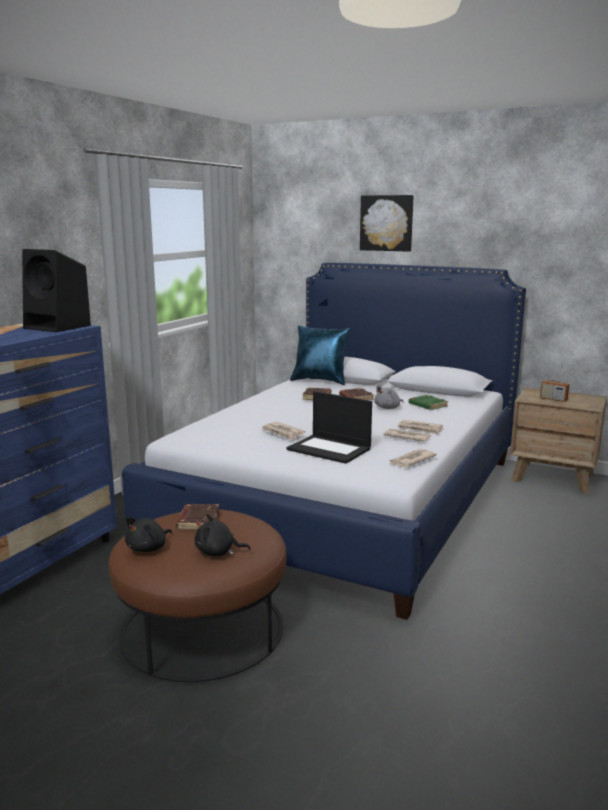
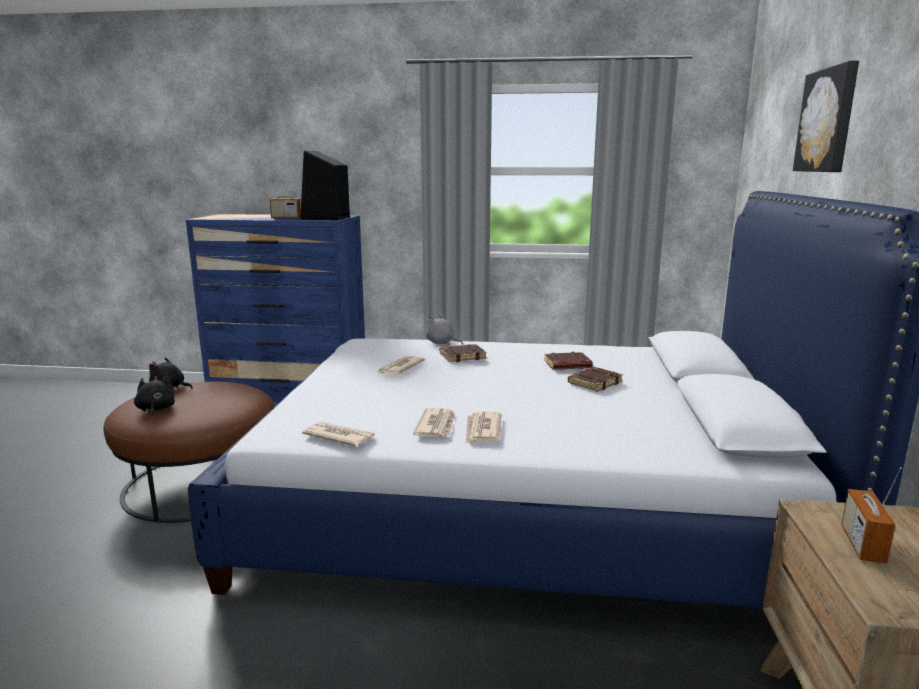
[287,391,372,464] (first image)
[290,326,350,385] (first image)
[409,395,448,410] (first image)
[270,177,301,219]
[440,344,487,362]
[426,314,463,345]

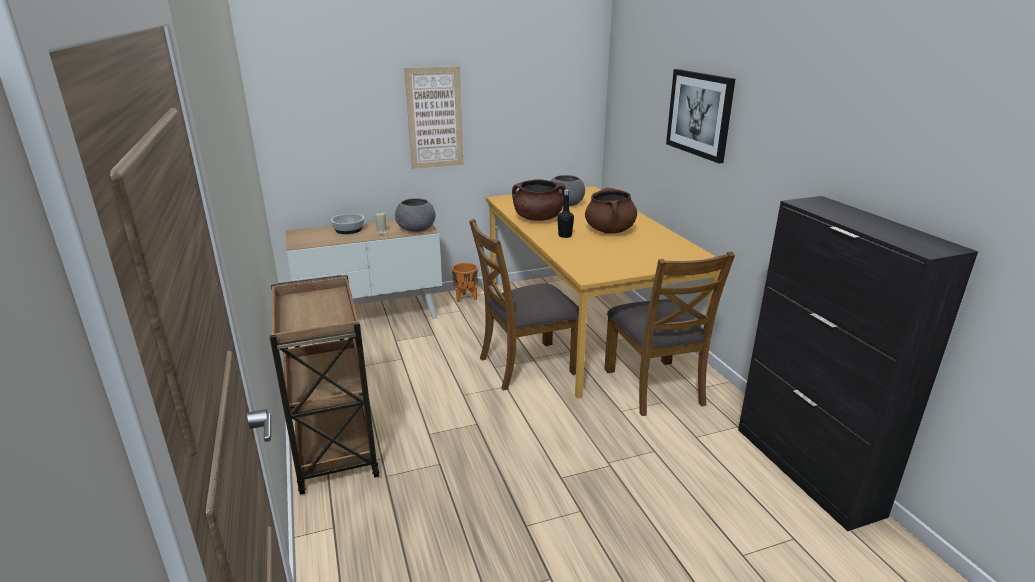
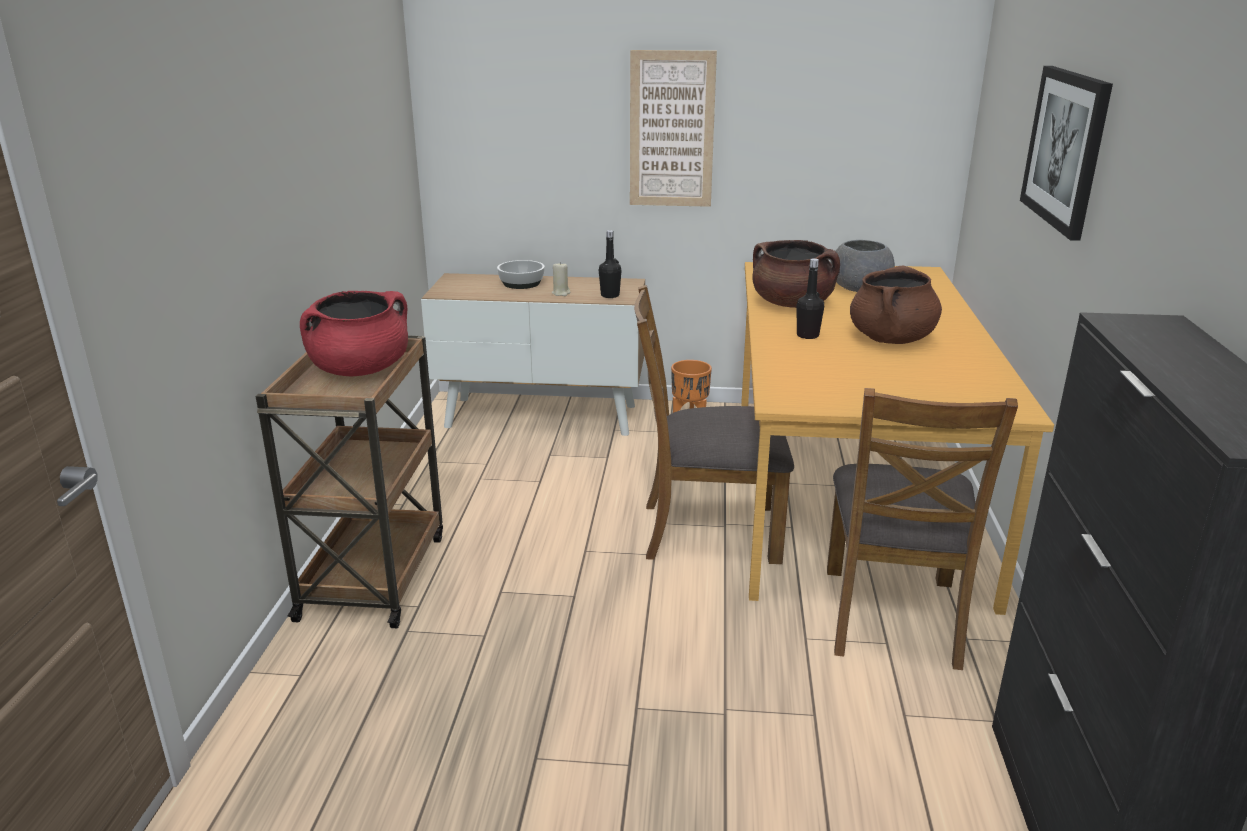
[300,291,408,376]
[599,230,622,298]

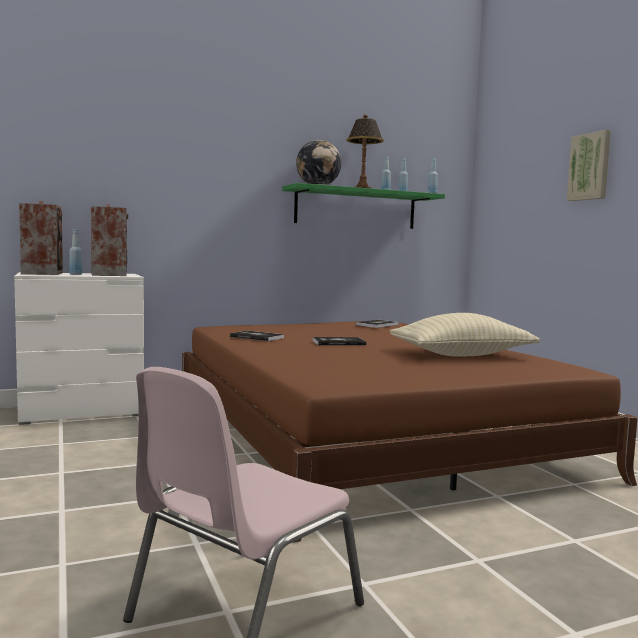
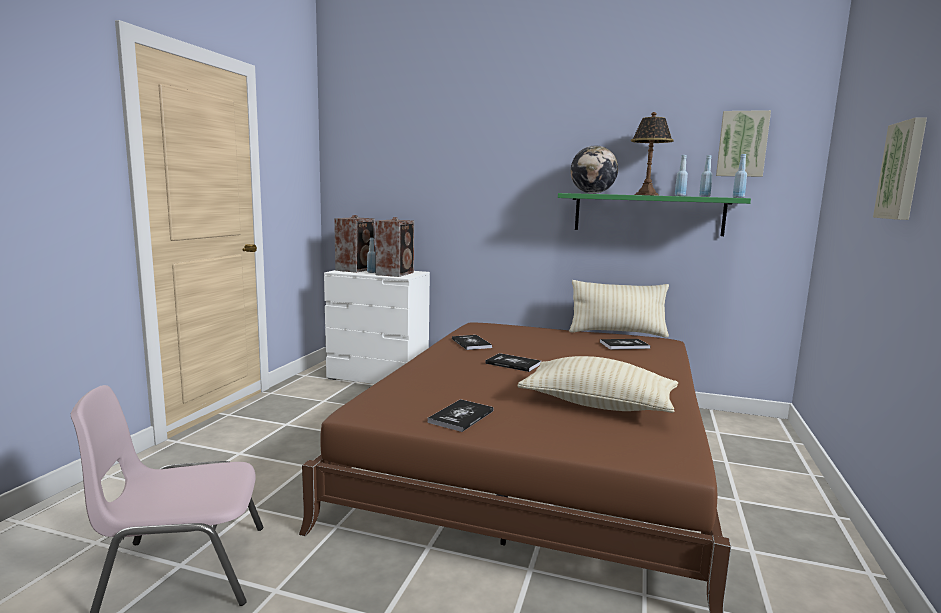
[427,399,494,432]
[569,280,669,337]
[716,110,771,177]

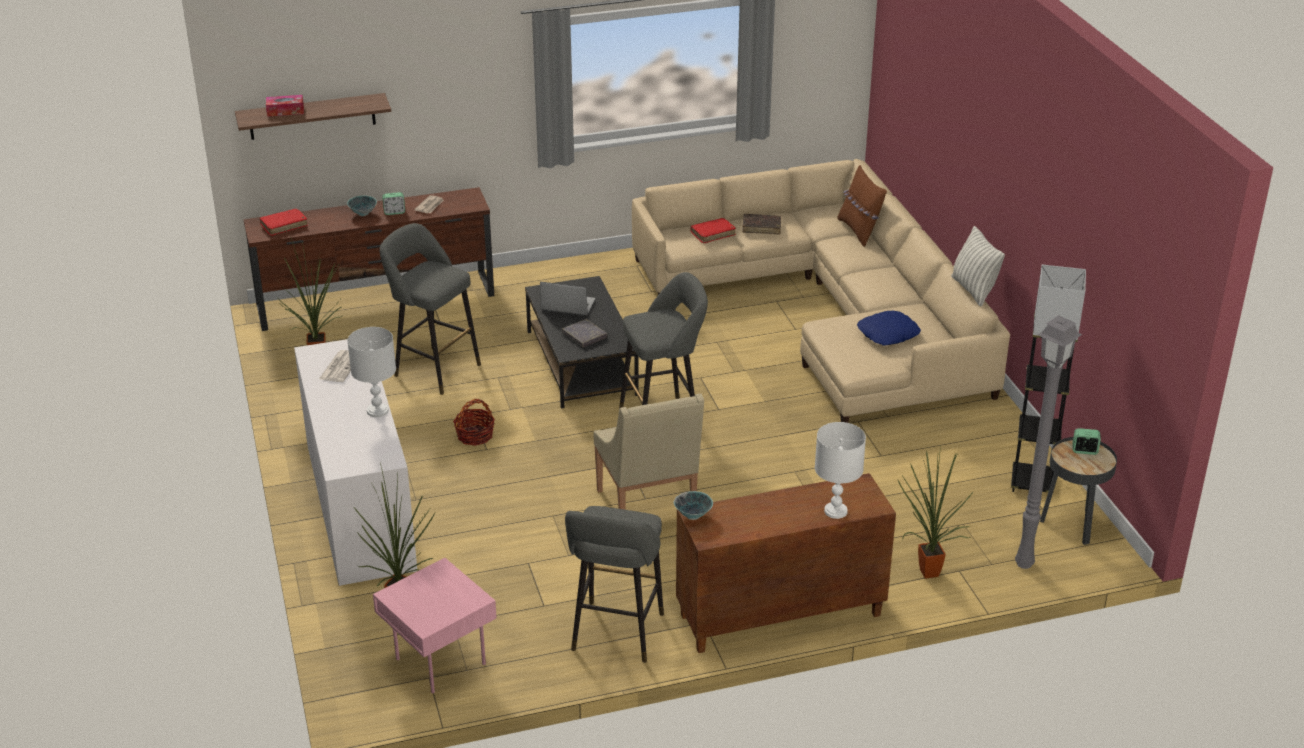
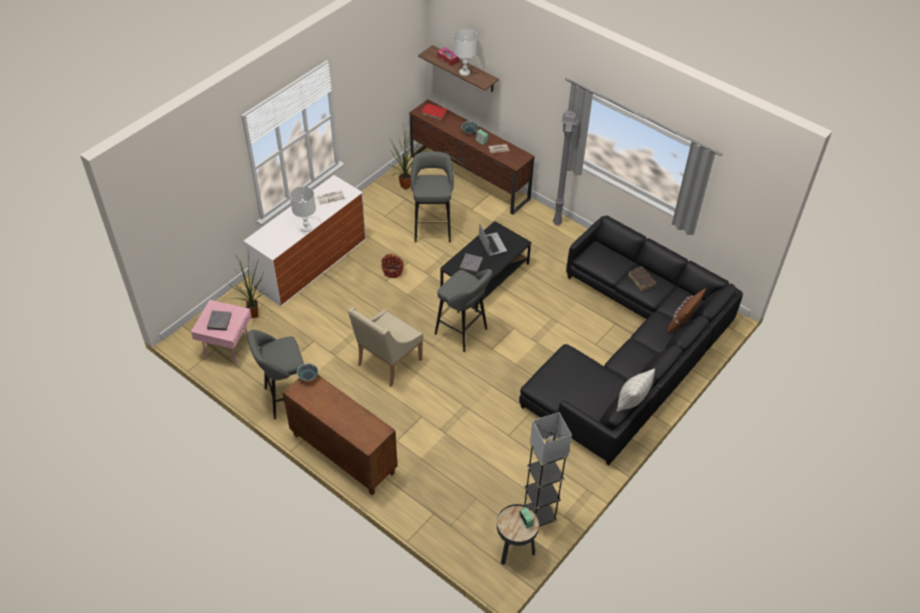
[690,218,736,244] (first image)
[857,311,921,346] (first image)
[897,446,974,579] (first image)
[207,311,231,331]
[454,29,477,76]
[553,110,578,225]
[519,215,743,465]

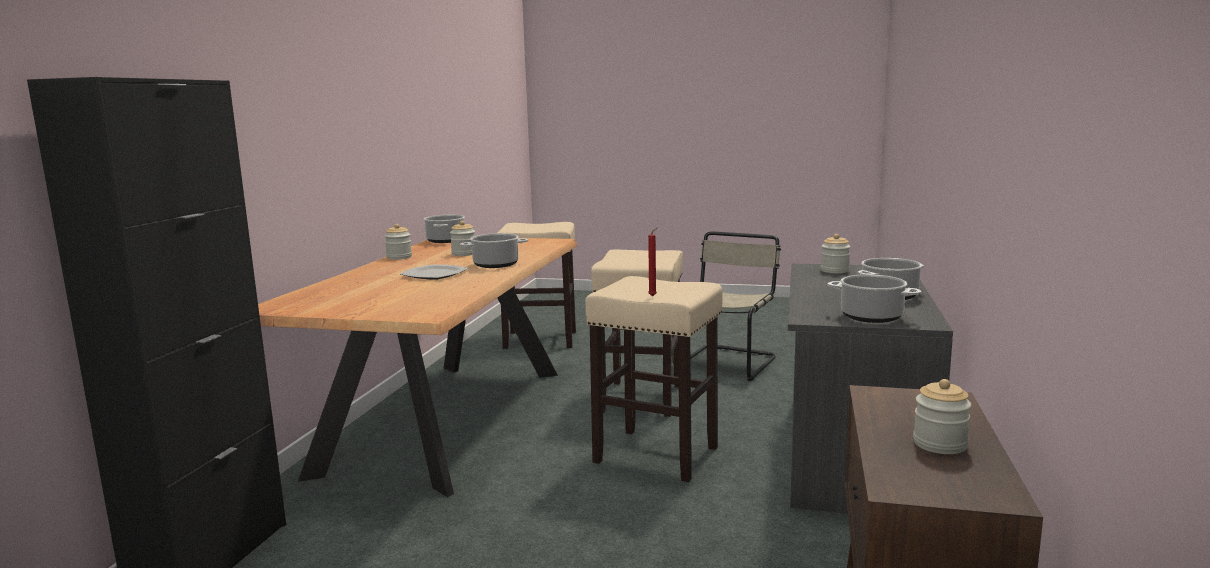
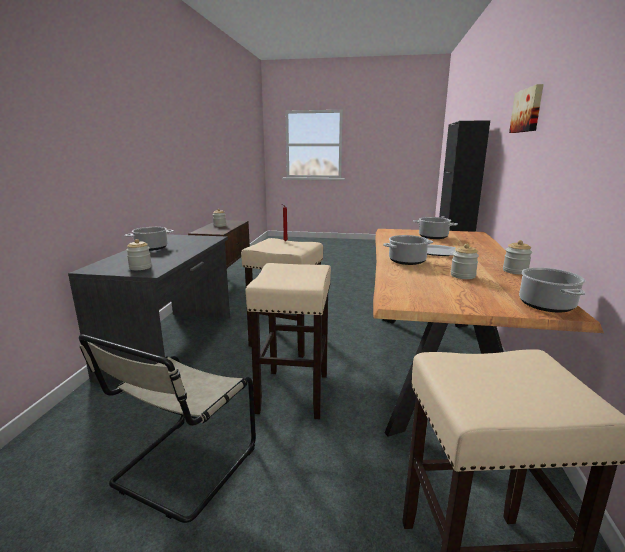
[509,84,544,133]
[413,217,458,239]

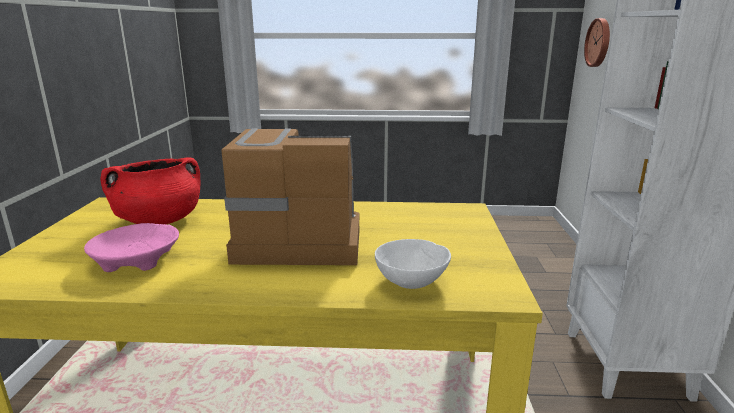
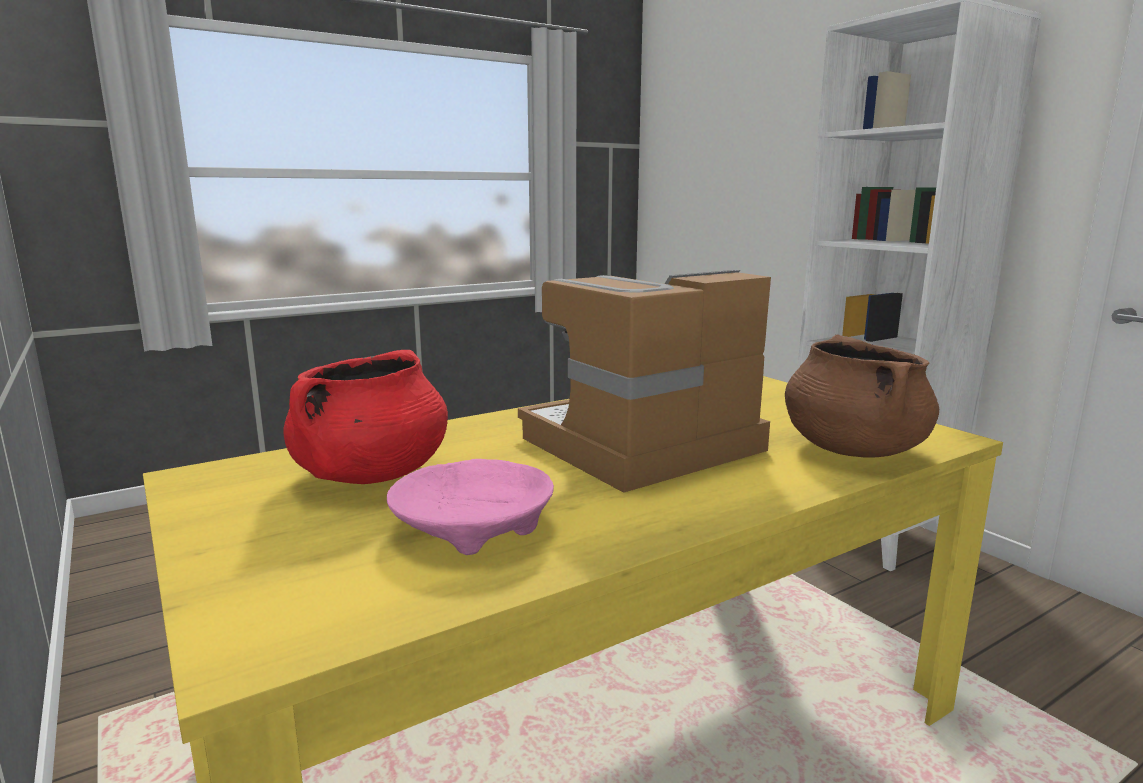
[584,18,610,67] (first image)
[785,335,939,458]

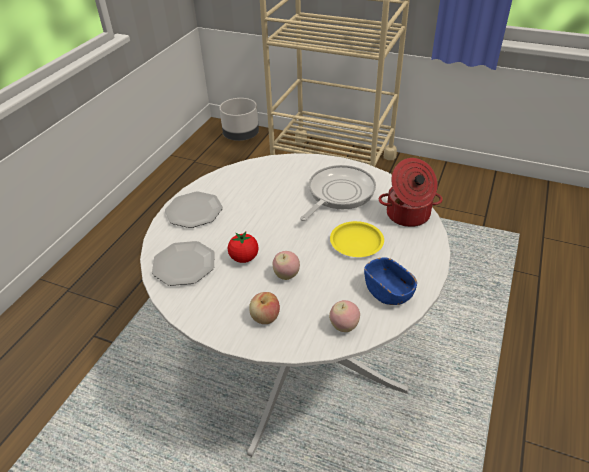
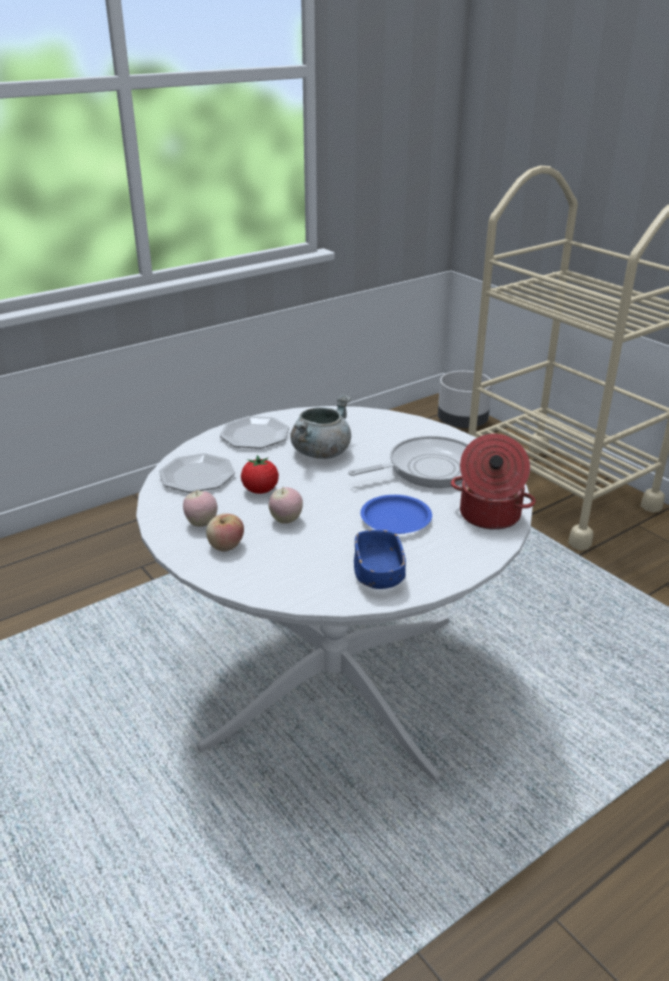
[290,394,351,459]
[183,491,217,527]
[360,495,432,534]

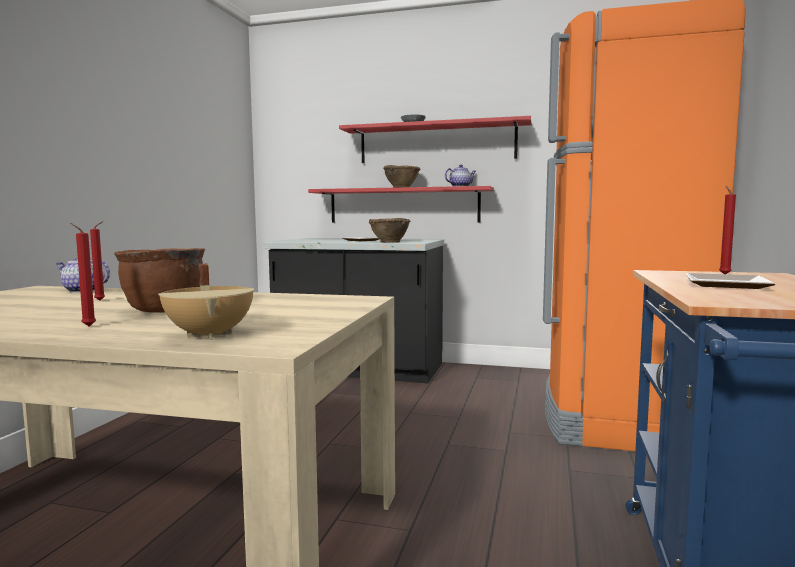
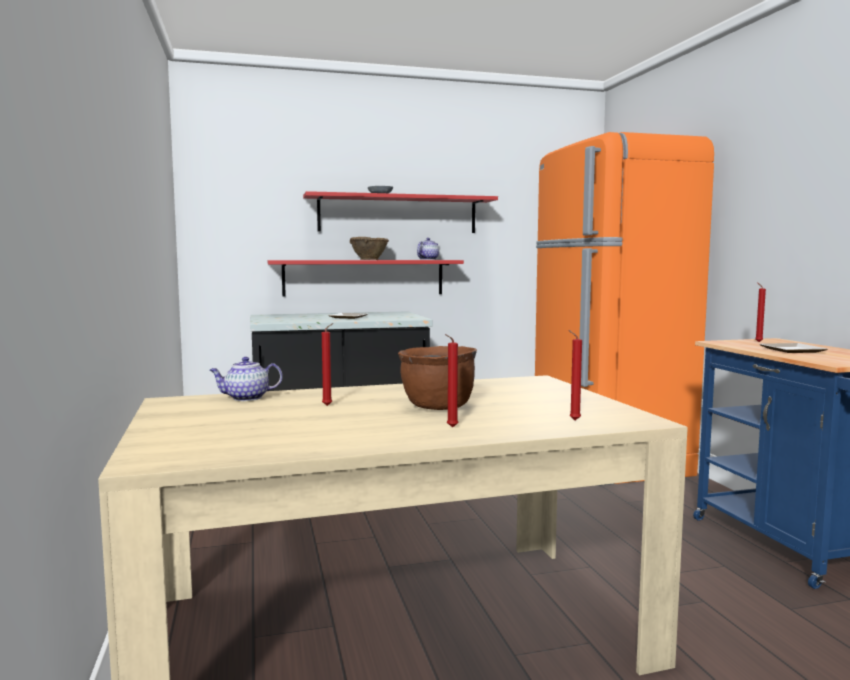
[369,218,410,242] (first image)
[568,330,582,420]

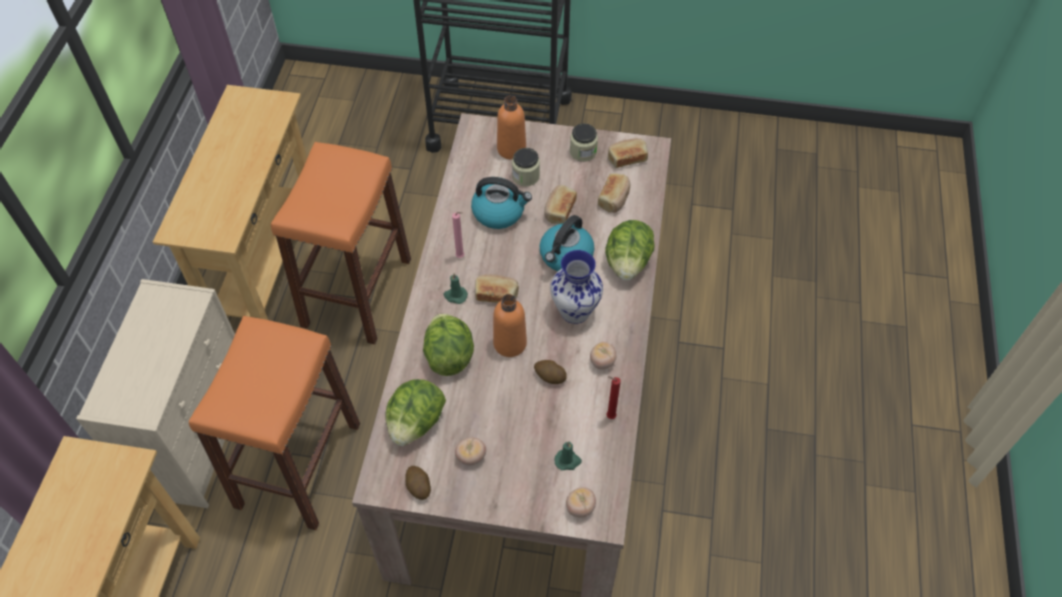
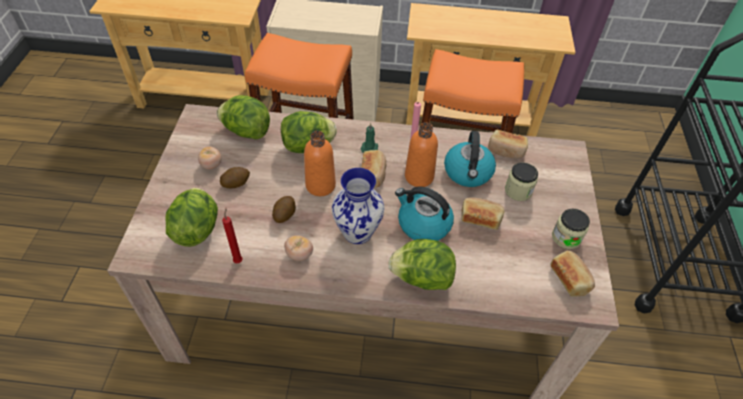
[566,487,596,518] (first image)
[220,167,250,188]
[405,122,438,187]
[488,130,528,158]
[166,188,218,247]

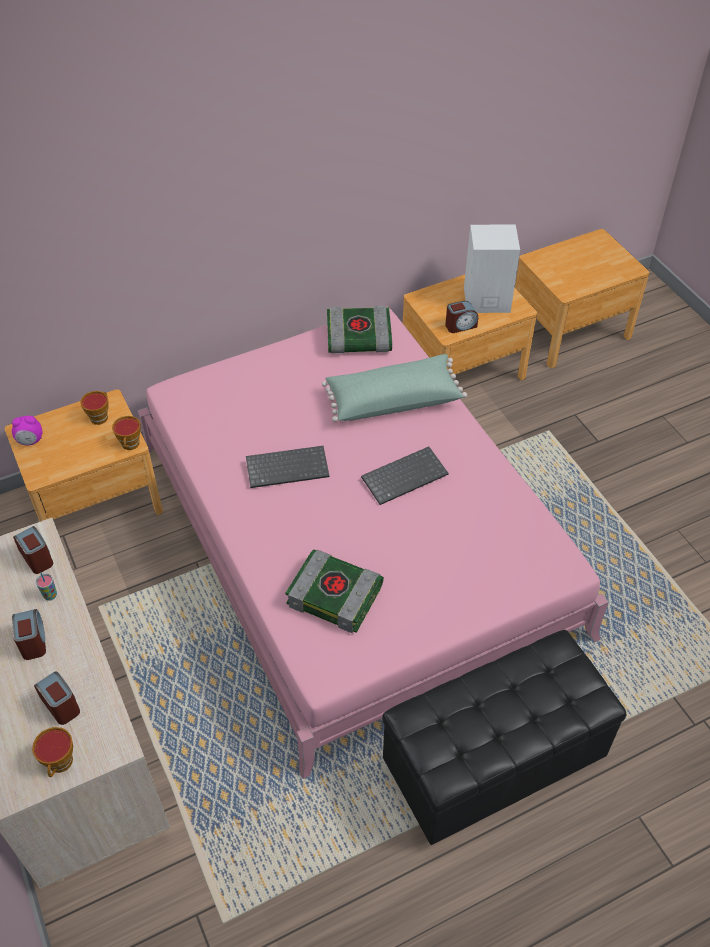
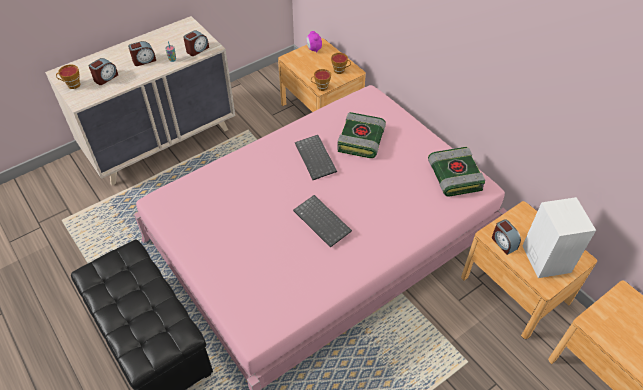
[322,354,467,422] (first image)
[337,112,386,158]

